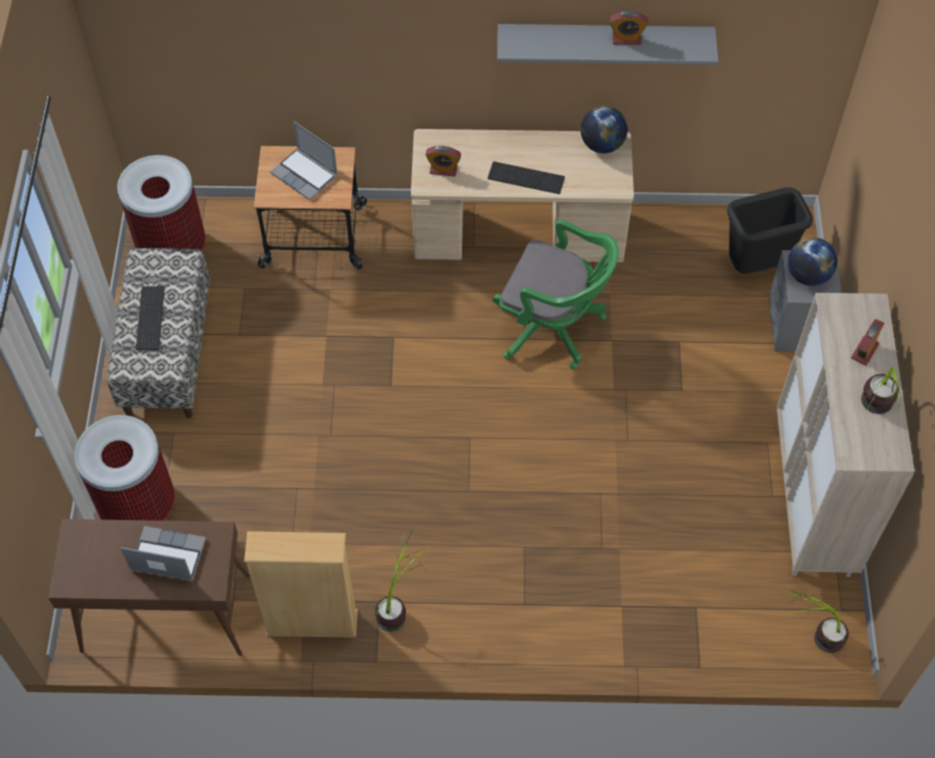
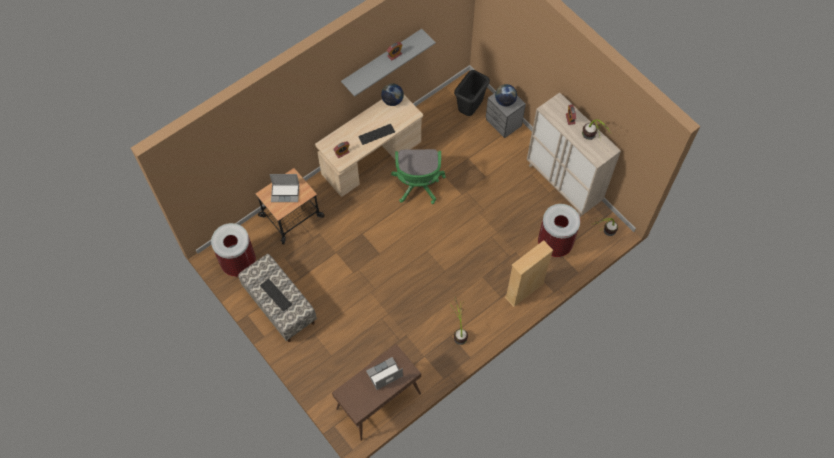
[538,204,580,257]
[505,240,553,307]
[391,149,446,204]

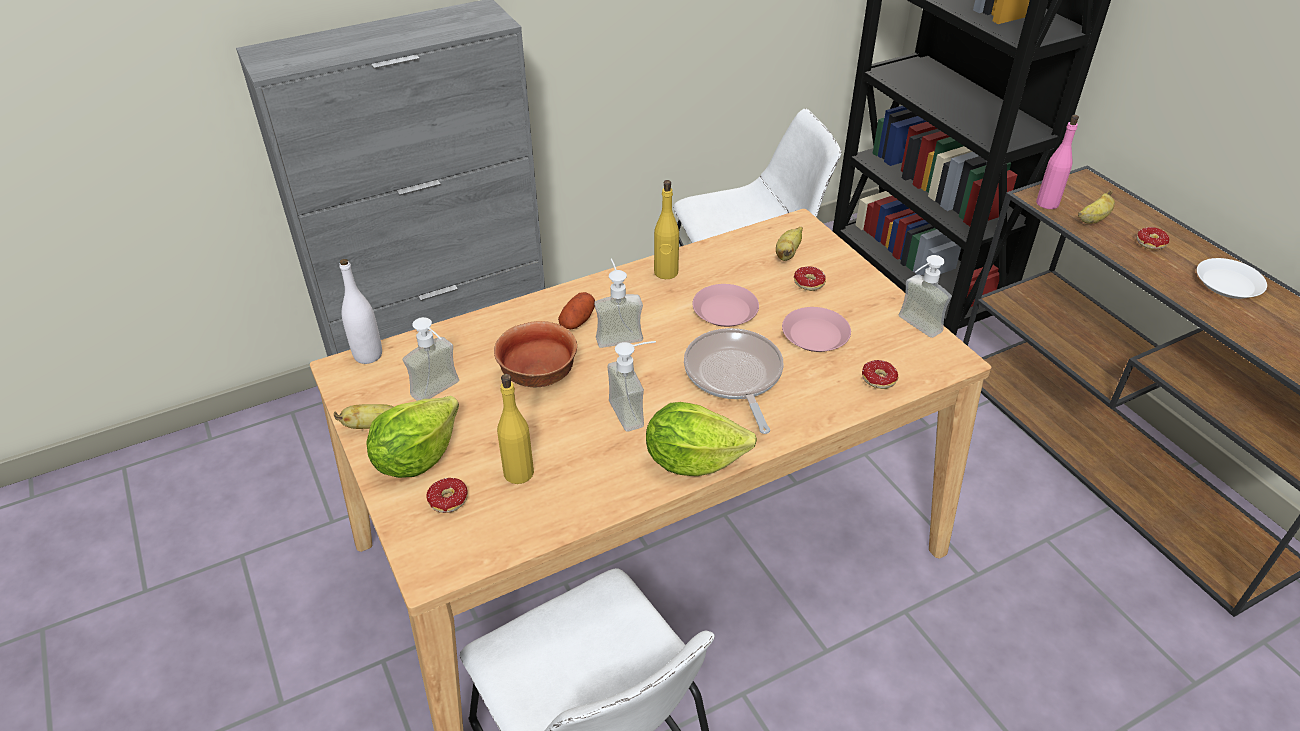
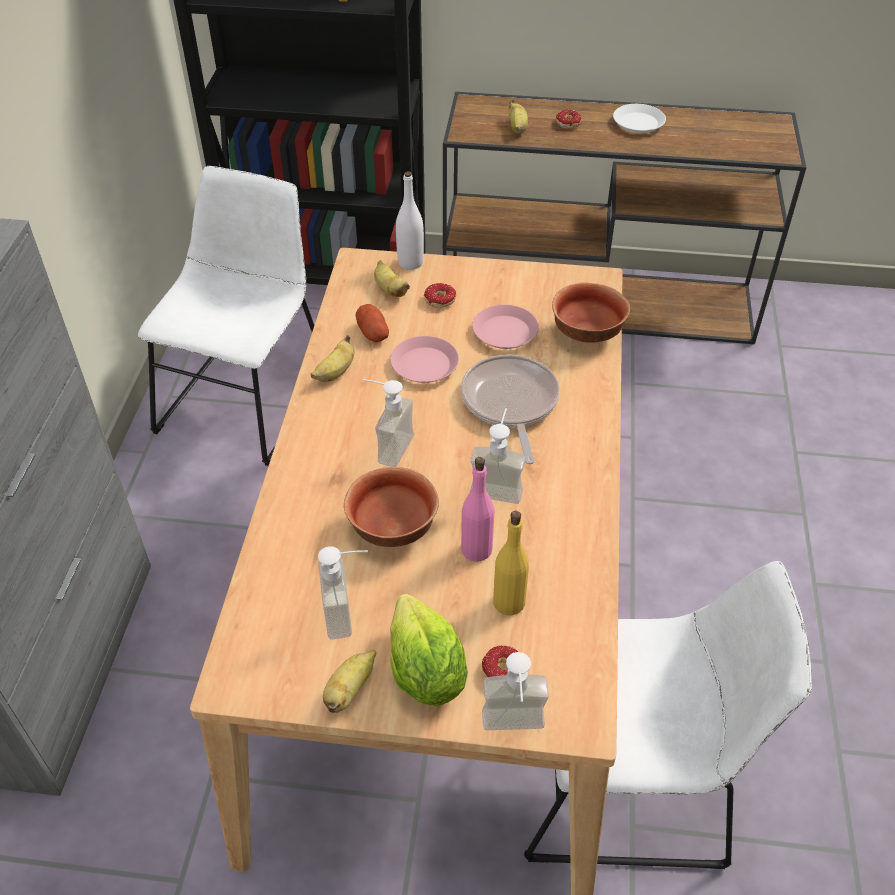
[646,402,757,476] (first image)
[396,171,424,270]
[356,304,389,342]
[482,652,549,730]
[461,457,494,562]
[310,335,354,382]
[552,283,630,343]
[461,354,560,464]

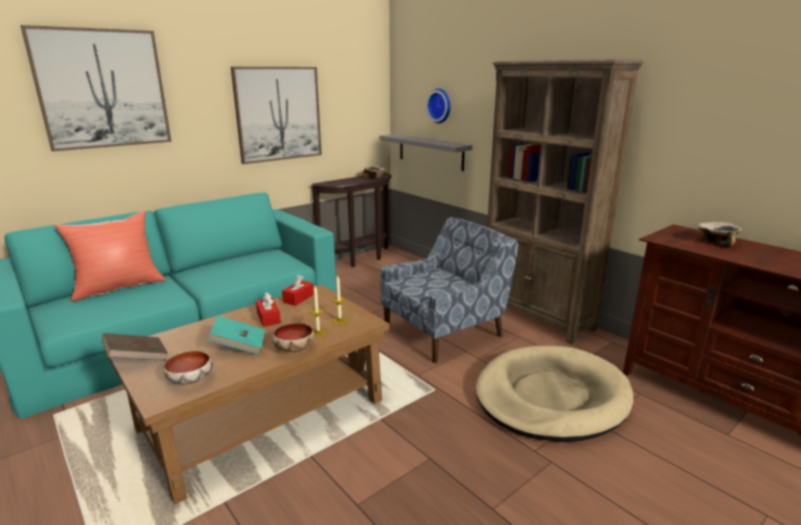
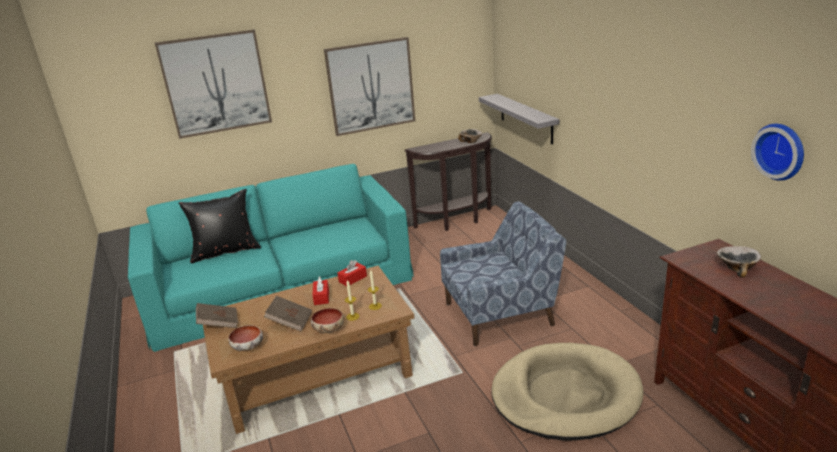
[487,59,644,344] (first image)
[751,124,804,181]
[178,189,261,263]
[264,296,312,332]

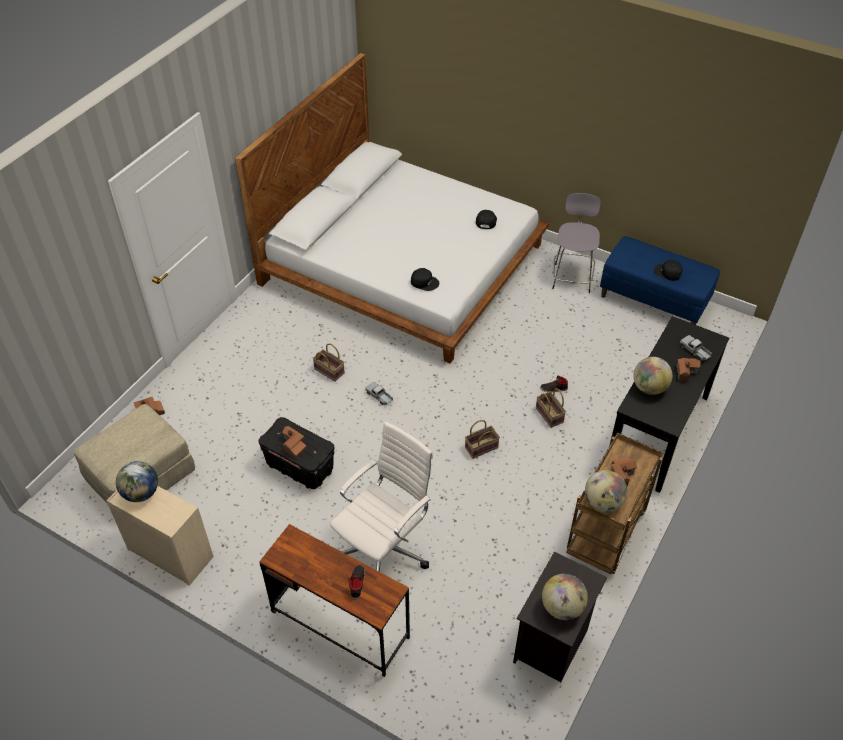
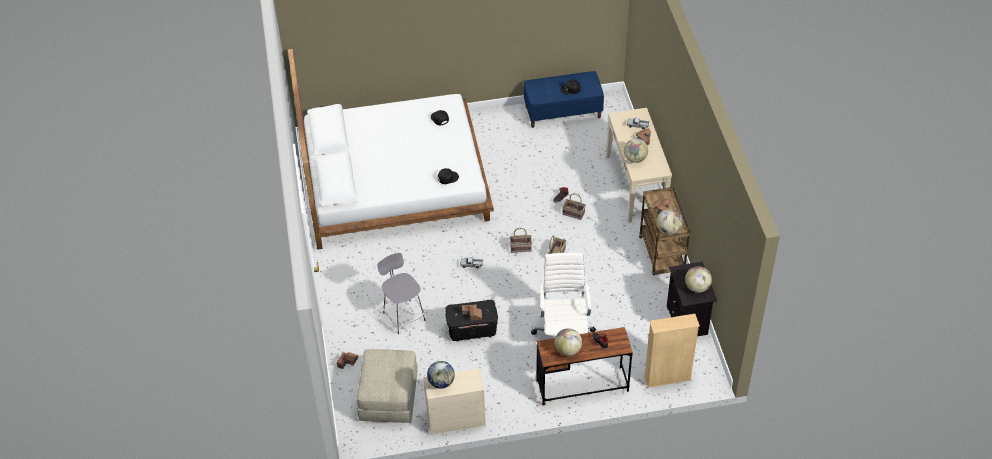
[555,328,582,356]
[643,314,700,388]
[510,228,532,253]
[377,253,426,334]
[606,108,672,223]

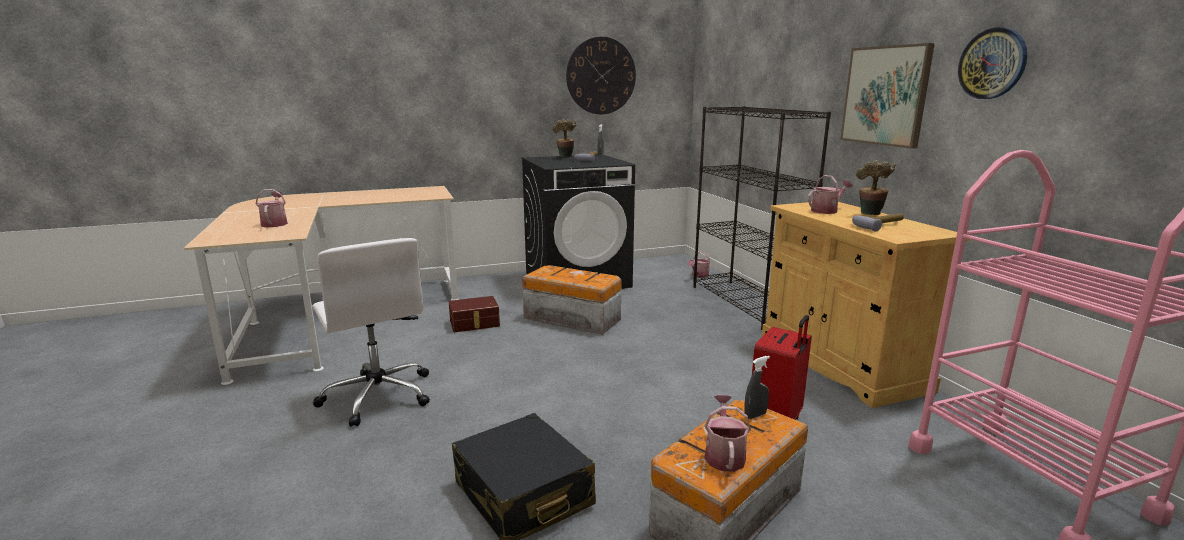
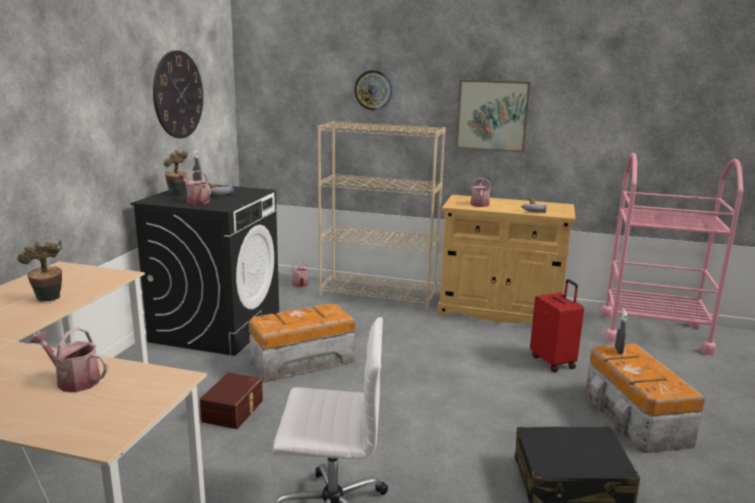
[178,170,211,205]
[17,239,62,302]
[354,70,392,110]
[317,121,446,310]

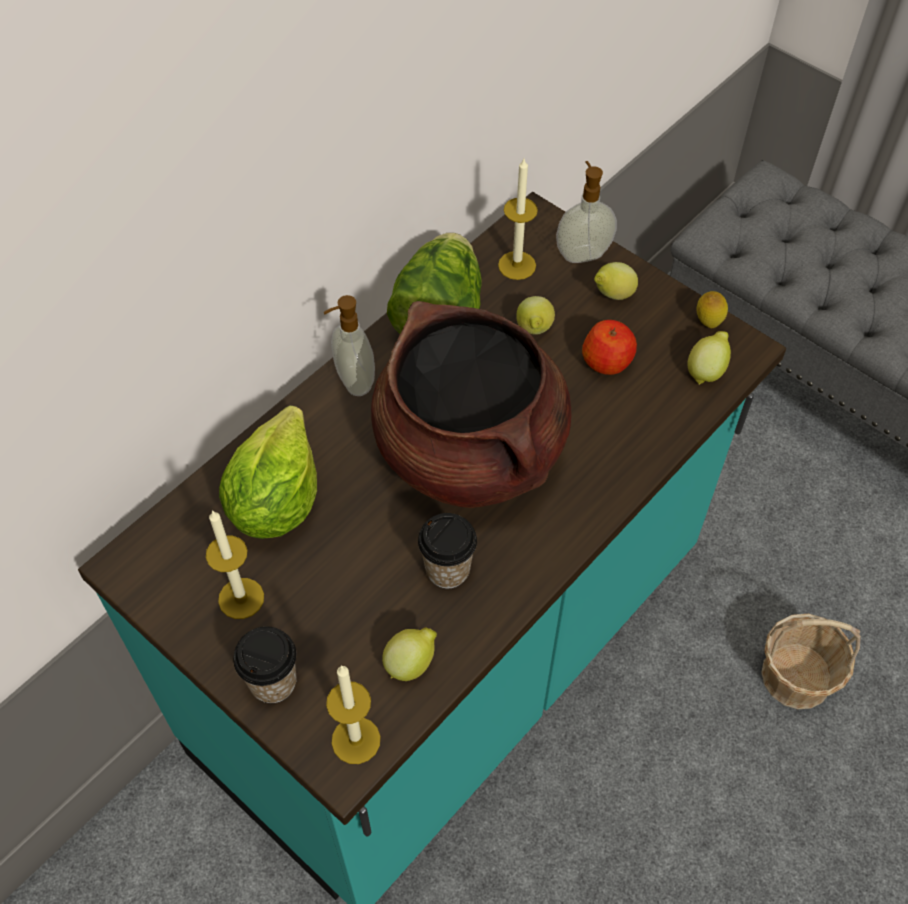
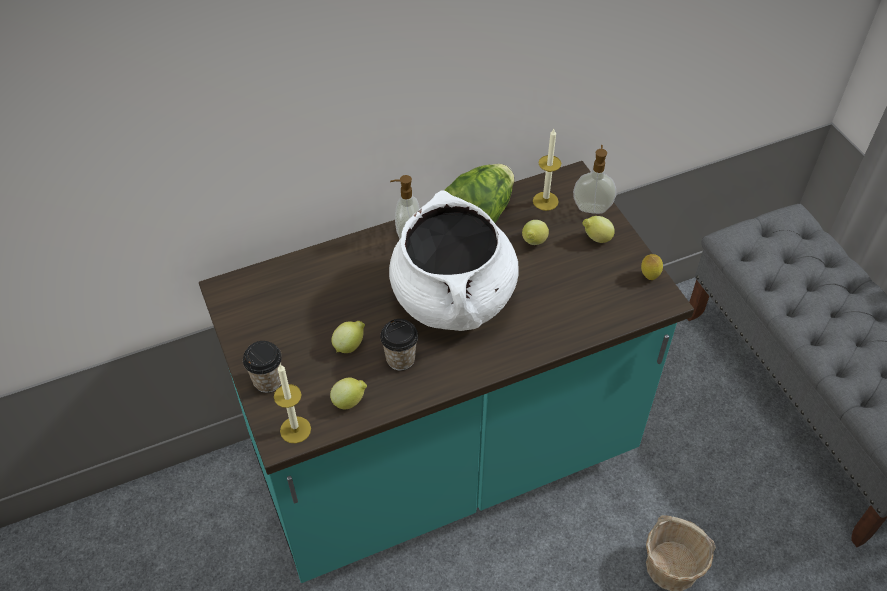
[206,510,264,619] (first image)
[219,406,317,539] (first image)
[582,320,637,375] (first image)
[331,321,365,353]
[389,190,519,331]

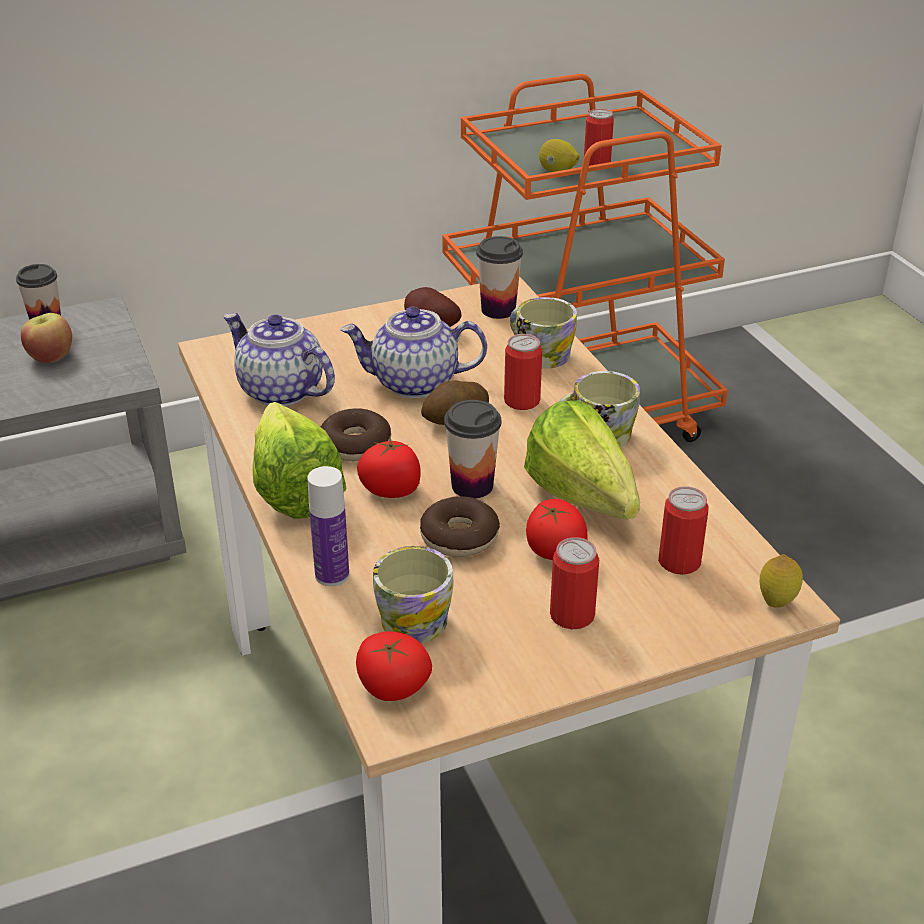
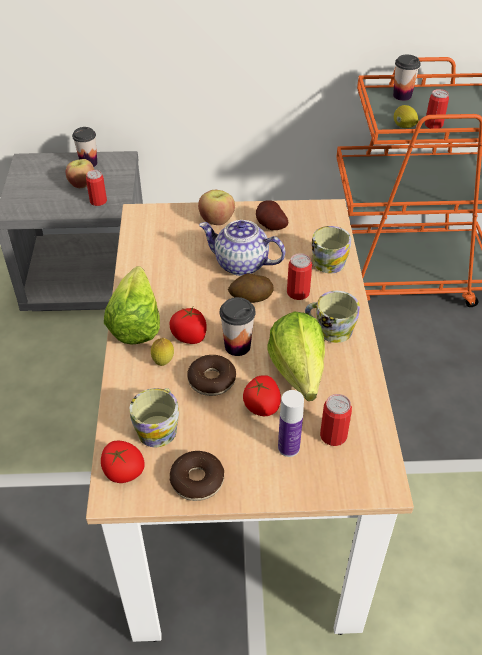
[224,313,335,406] (first image)
[198,190,235,225]
[278,390,304,457]
[170,451,224,501]
[393,55,421,101]
[86,170,107,206]
[151,338,174,366]

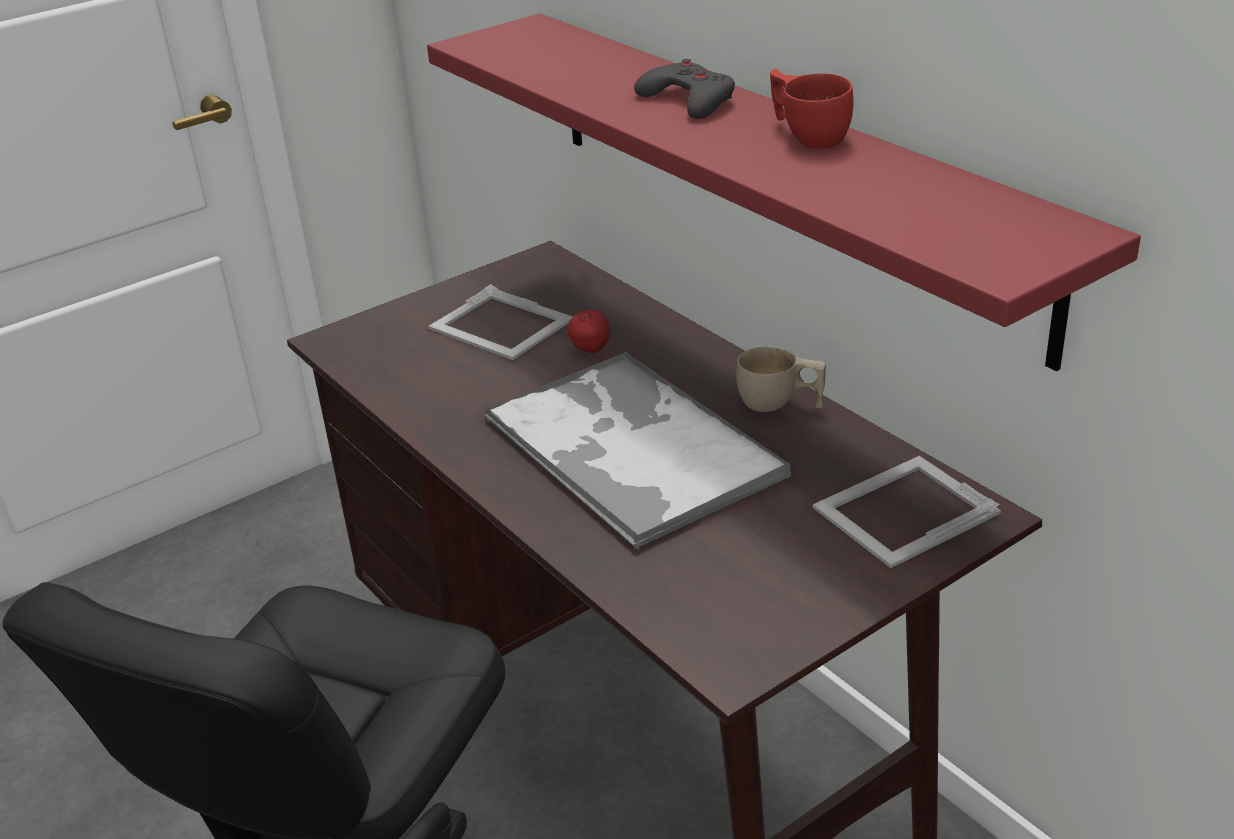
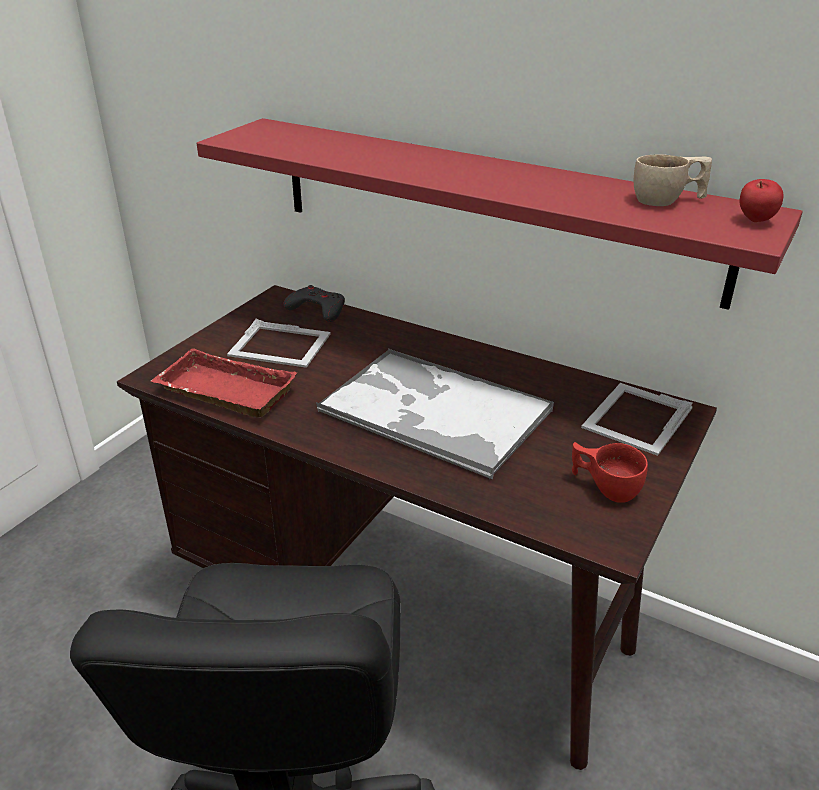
[151,348,297,418]
[740,179,783,222]
[283,285,345,322]
[634,154,712,206]
[572,442,648,503]

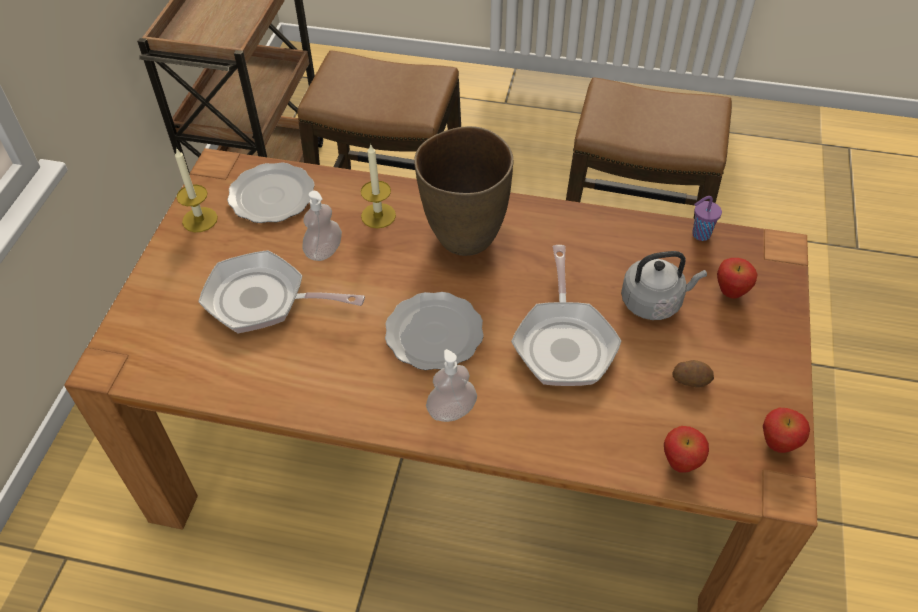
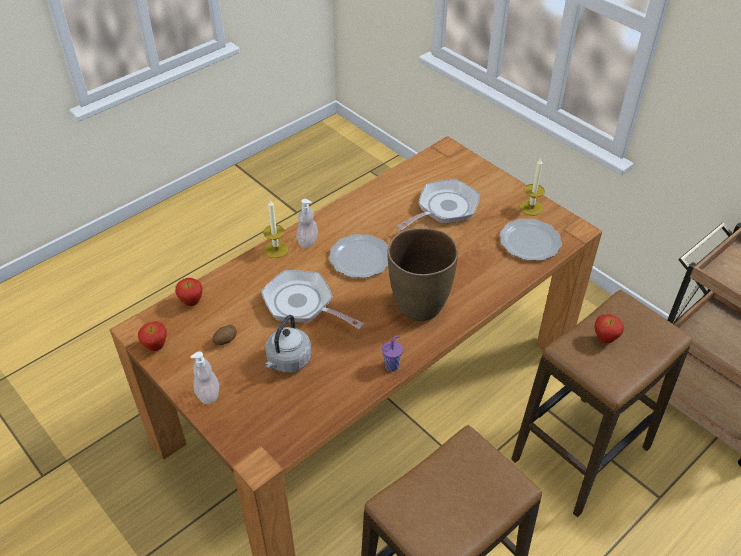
[191,351,219,404]
[263,200,288,258]
[382,336,403,372]
[594,314,624,343]

